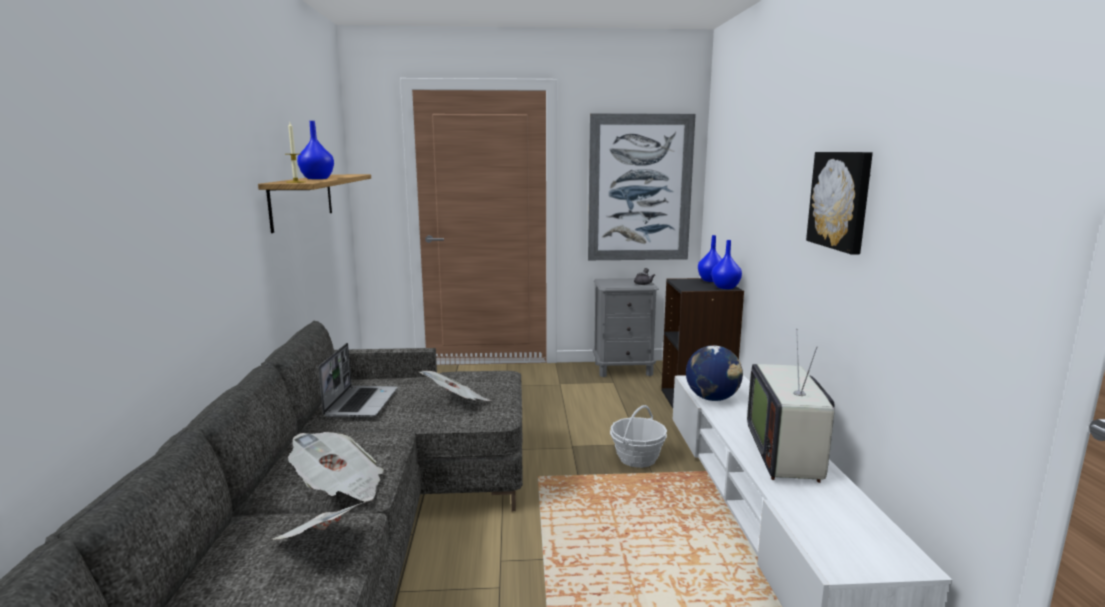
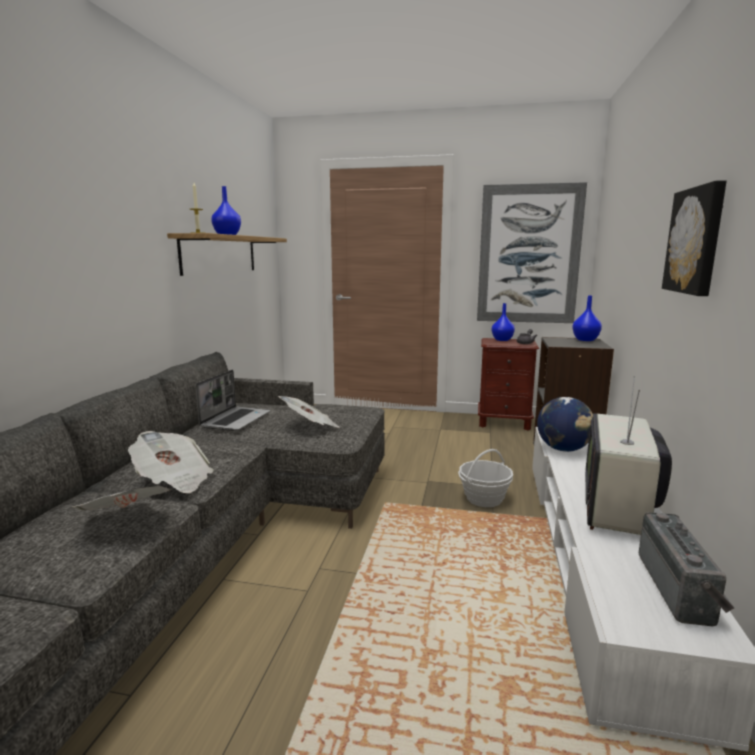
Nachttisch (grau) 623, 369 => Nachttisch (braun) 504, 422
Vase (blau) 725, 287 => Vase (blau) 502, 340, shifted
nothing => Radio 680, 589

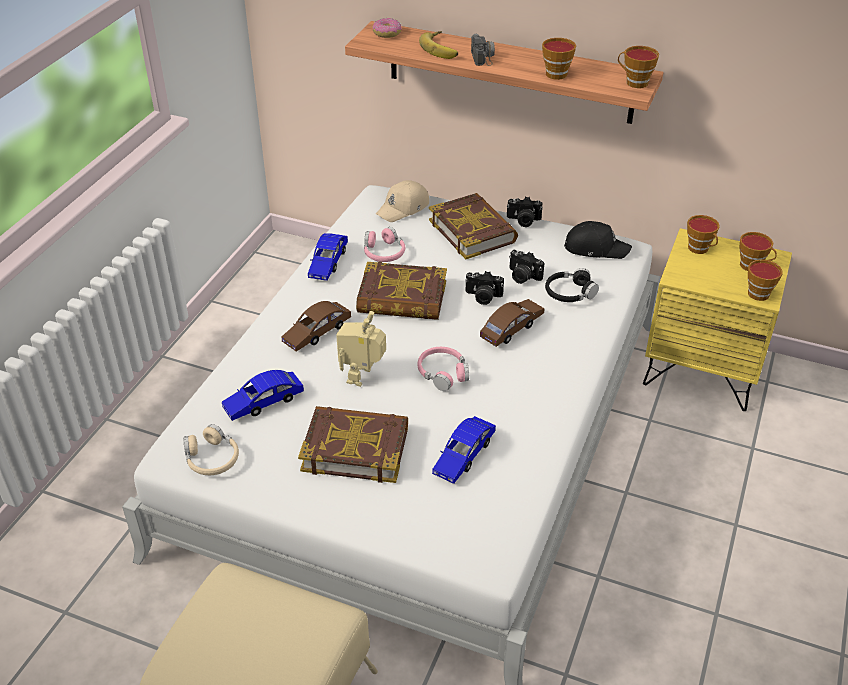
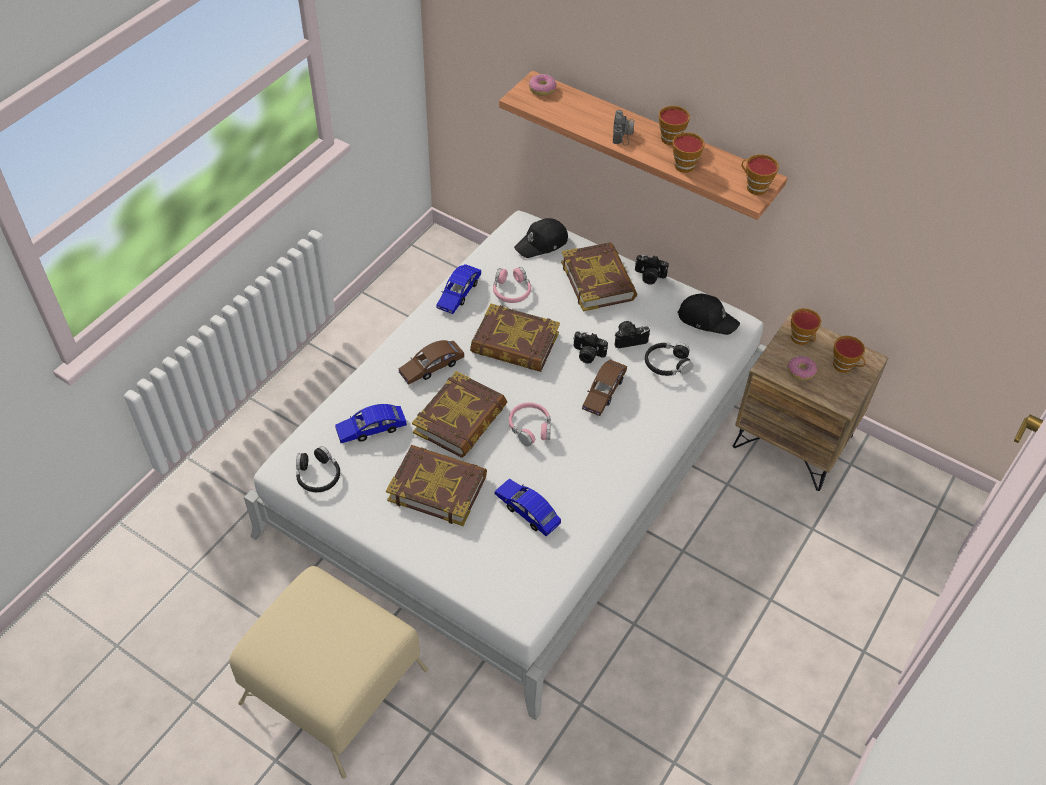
Kopfhörer (beige) 211, 458 => Kopfhörer (schwarz) 318, 475
Spielzeugroboter 363, 377 => Buch 460, 419
Kappe (beige) 403, 208 => Kappe (schwarz) 542, 243
Banane 442, 48 => nothing
Spielzeugauto (blau) 464, 456 => Spielzeugauto (blau) 527, 511, 90 degrees clockwise
Spielzeugauto (braun) 512, 328 => Spielzeugauto (braun) 604, 392, 150 degrees clockwise
Kamera 522, 276 => Kamera 629, 339, 120 degrees clockwise
Nachttisch (gelb) 702, 369 => Nachttisch (braun) 793, 441
Tasse 757, 292 => Tasse 670, 137, shifted
nothing => Donut 801, 371

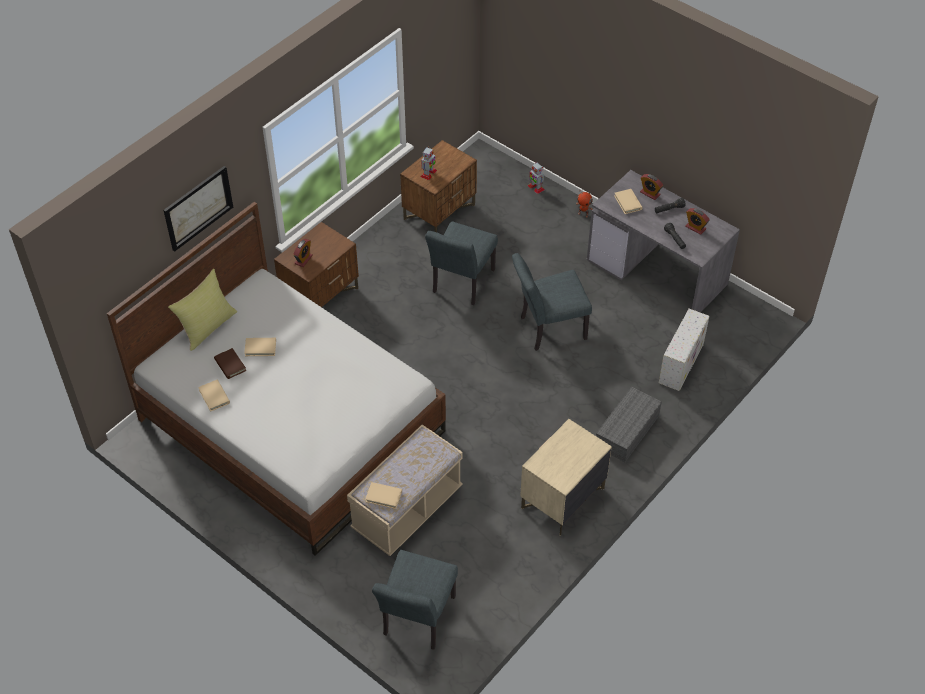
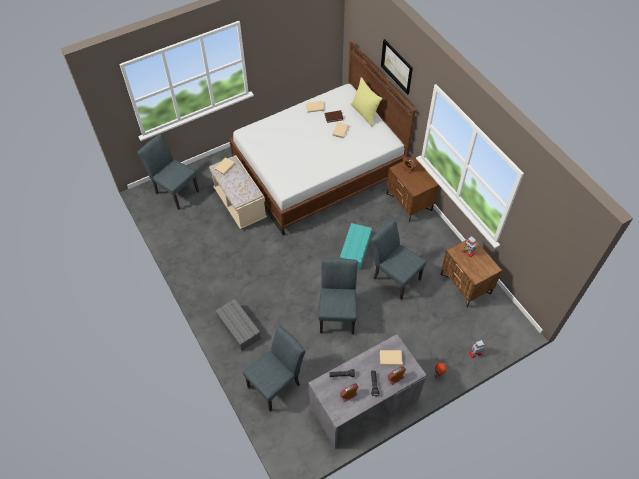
Nachttisch (beige) 562, 498 => nothing
Aufbewahrungsbox (weiß) 681, 362 => Stuhl (grau) 277, 383
nothing => Aufbewahrungsbox (türkis) 355, 250

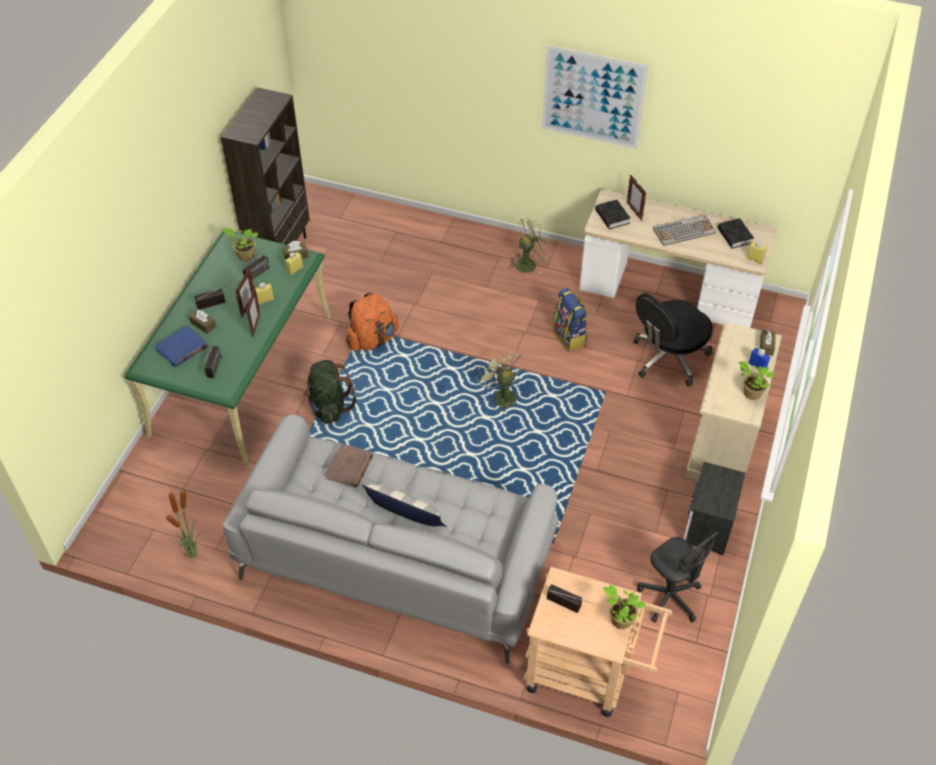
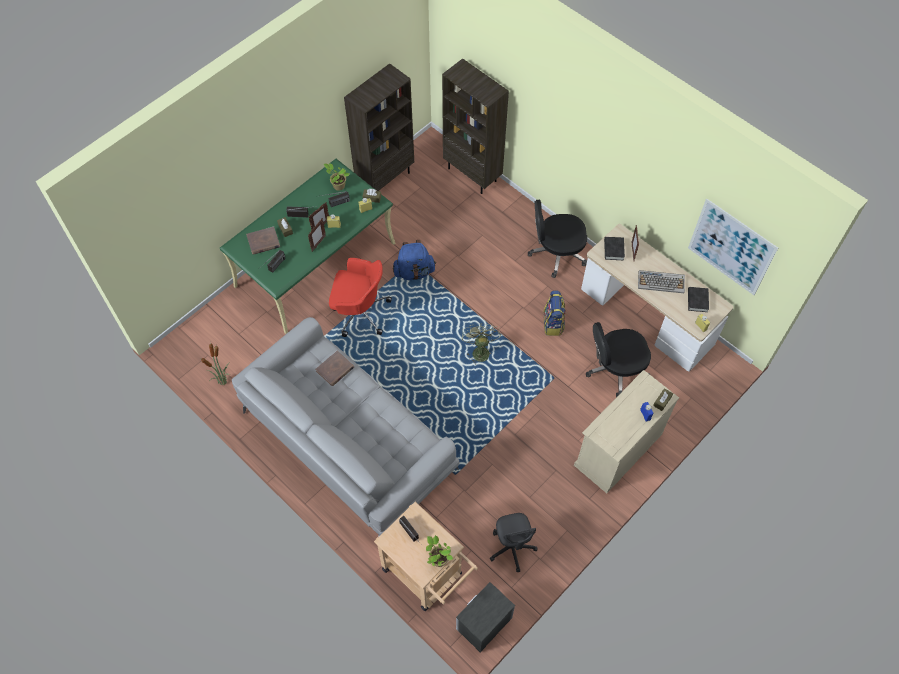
Buch (blau) 182, 348 => Buch (braun) 263, 242
Rucksack (grün) 329, 406 => Bürostuhl (rot) 359, 312
Rucksack (orange) 372, 339 => Rucksack (blau) 414, 272
Kissen 405, 515 => nothing
Ventilator (grün) 529, 263 => Bürostuhl (schwarz) 556, 253
Bild 593, 97 => Bild 731, 247, shifted
Nachttisch 708, 526 => Nachttisch 483, 624, shifted
Topfpflanze 750, 393 => nothing
nothing => Bücherregal (braun) 473, 174

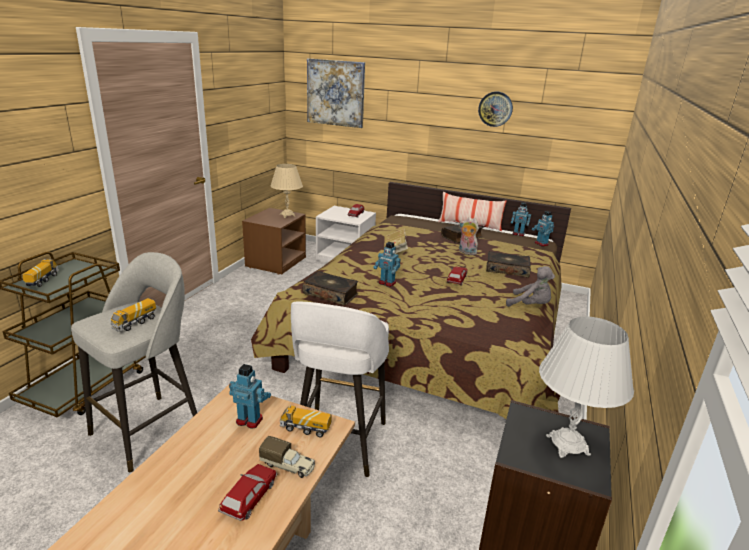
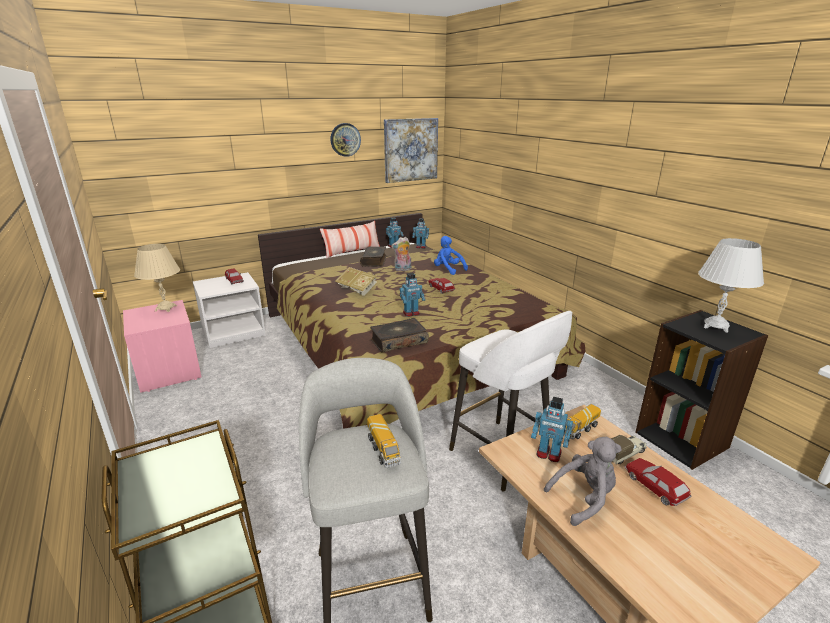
Spielzeuglaster 43, 280 => nothing
Spielzeugroboter 249, 420 => Spielzeugroboter 548, 454, 120 degrees counterclockwise
Nachttisch (braun) 276, 262 => Nachttisch (rosa) 168, 371
Bild 335, 93 => Bild 410, 150, shifted
Buch 507, 269 => Plüschtier (blau) 448, 269
Plüschtier (grau) 530, 305 => Plüschtier (grau) 584, 498, shifted

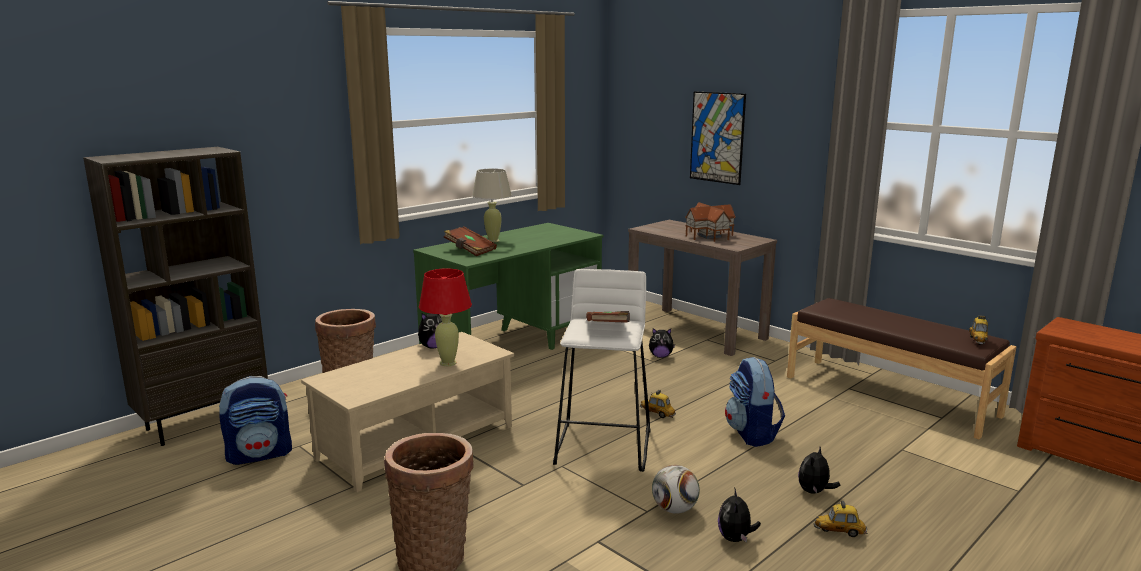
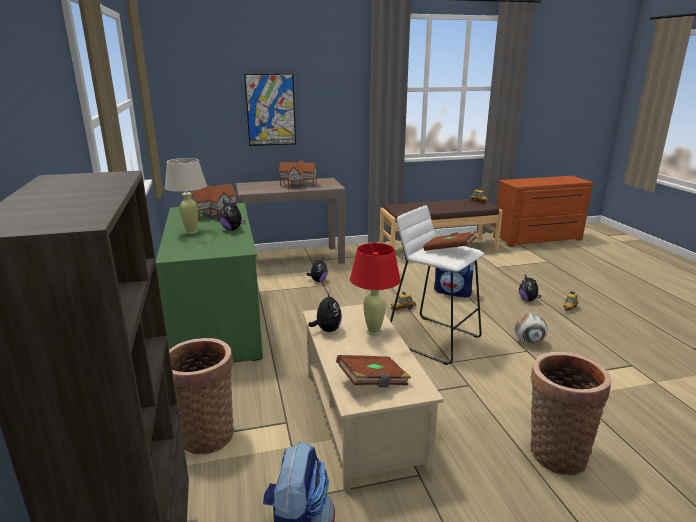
Buch (braun) 469, 250 => Buch (braun) 373, 382, shifted
Plüschtier 735, 538 => Plüschtier 233, 229, shifted
nothing => Spielzeughaus 213, 214

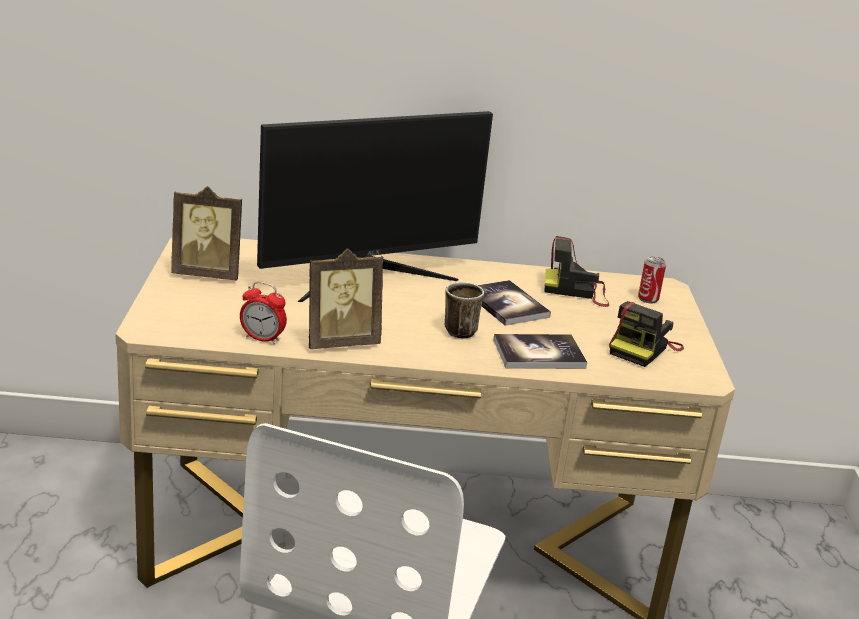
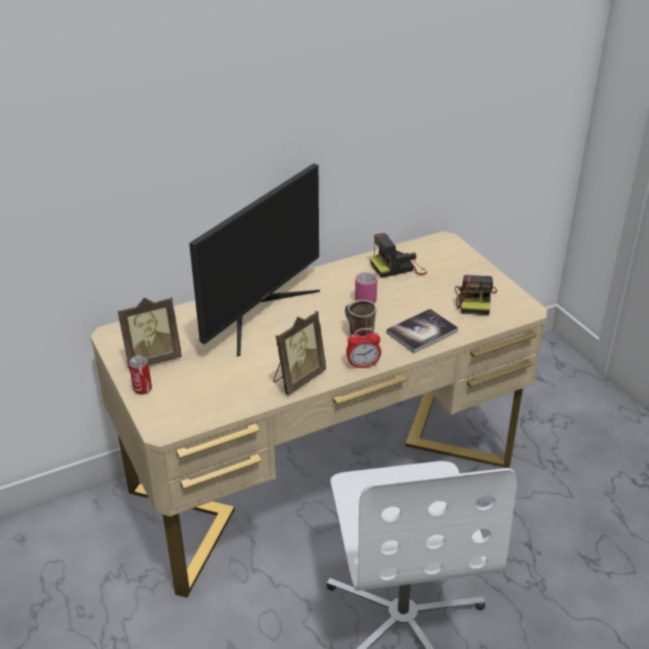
Wecker 262, 339 => Wecker 363, 365, shifted
Buch 507, 305 => Henkelbecher (rosa) 368, 299
Dose 648, 299 => Dose 142, 389, shifted

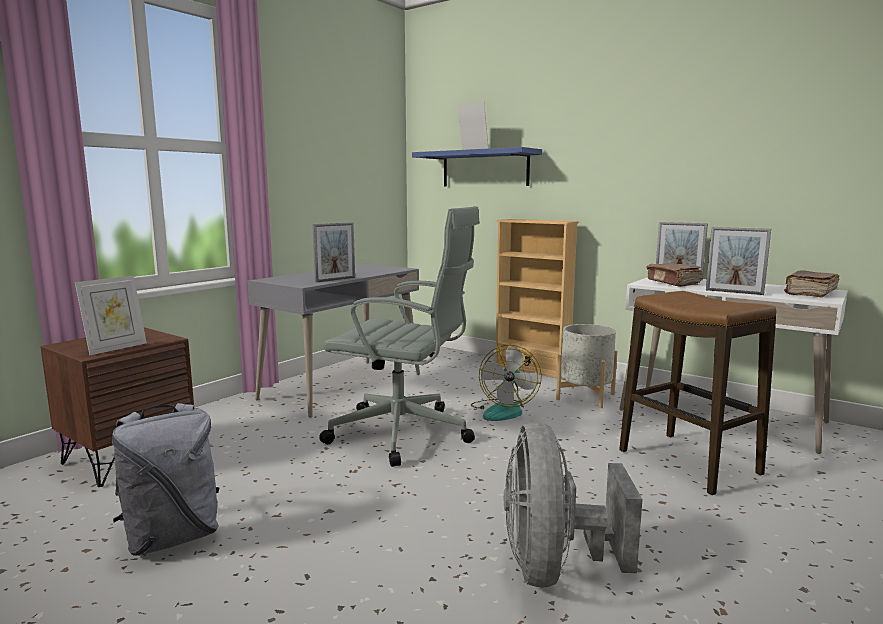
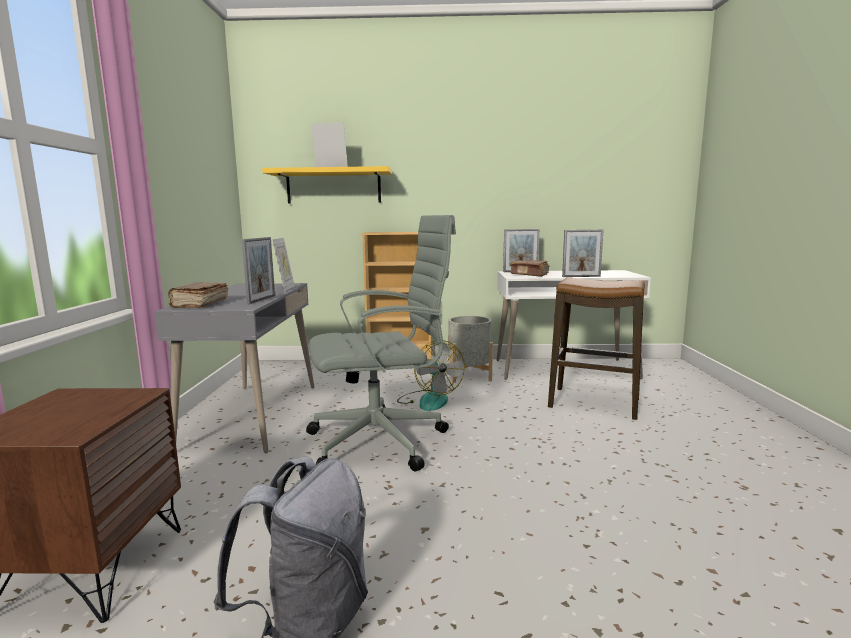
Bilderrahmen 116, 348 => Bilderrahmen 285, 288, shifted
Wandregal (blau) 485, 169 => Wandregal (gelb) 333, 186
Ventilator (grau) 554, 568 => nothing
Buch (braun) 809, 293 => Buch (braun) 199, 304, shifted

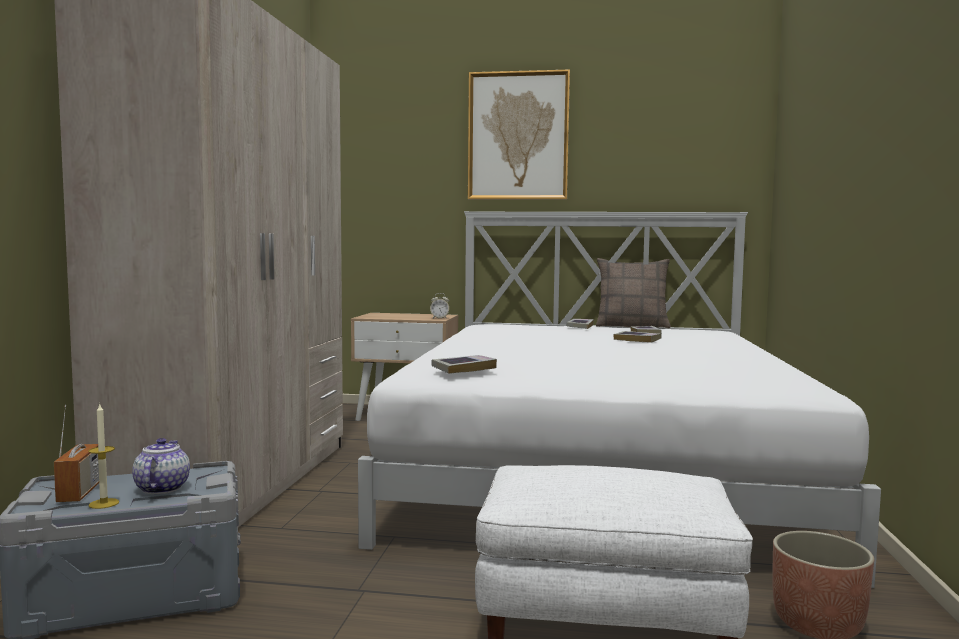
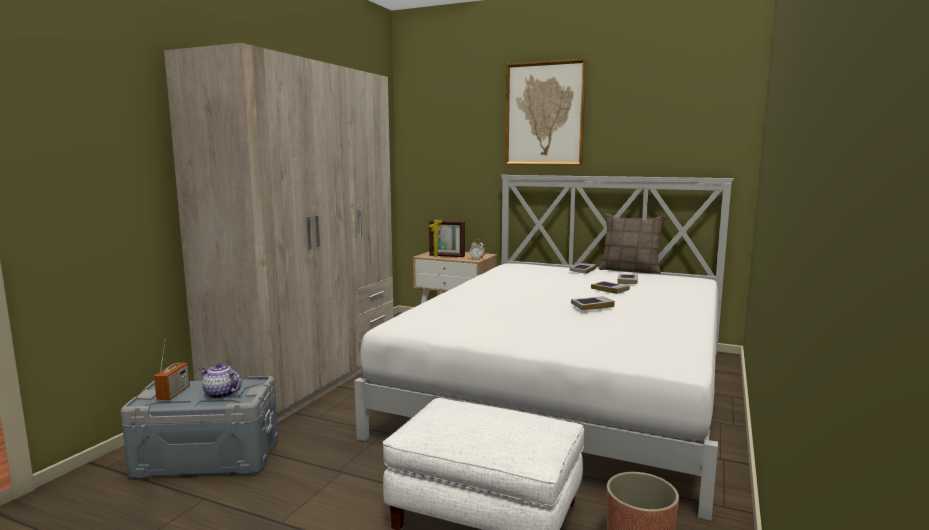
Kerze 104, 503 => nothing
Teekanne 162, 488 => Teekanne 220, 394, 75 degrees counterclockwise
Buch 464, 368 => Buch 592, 306, shifted
nothing => Bilderrahmen 446, 256

